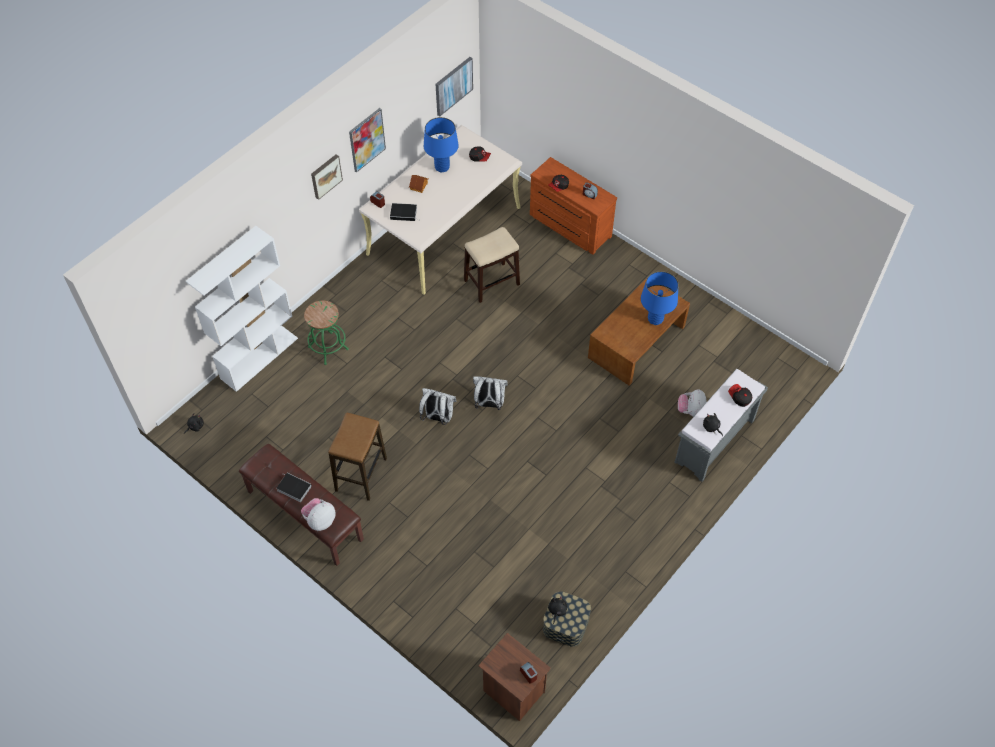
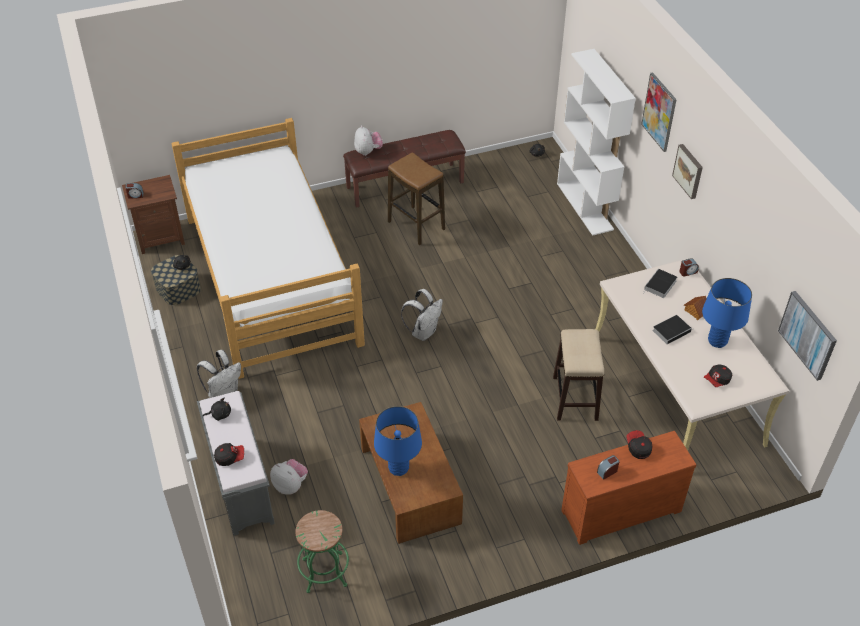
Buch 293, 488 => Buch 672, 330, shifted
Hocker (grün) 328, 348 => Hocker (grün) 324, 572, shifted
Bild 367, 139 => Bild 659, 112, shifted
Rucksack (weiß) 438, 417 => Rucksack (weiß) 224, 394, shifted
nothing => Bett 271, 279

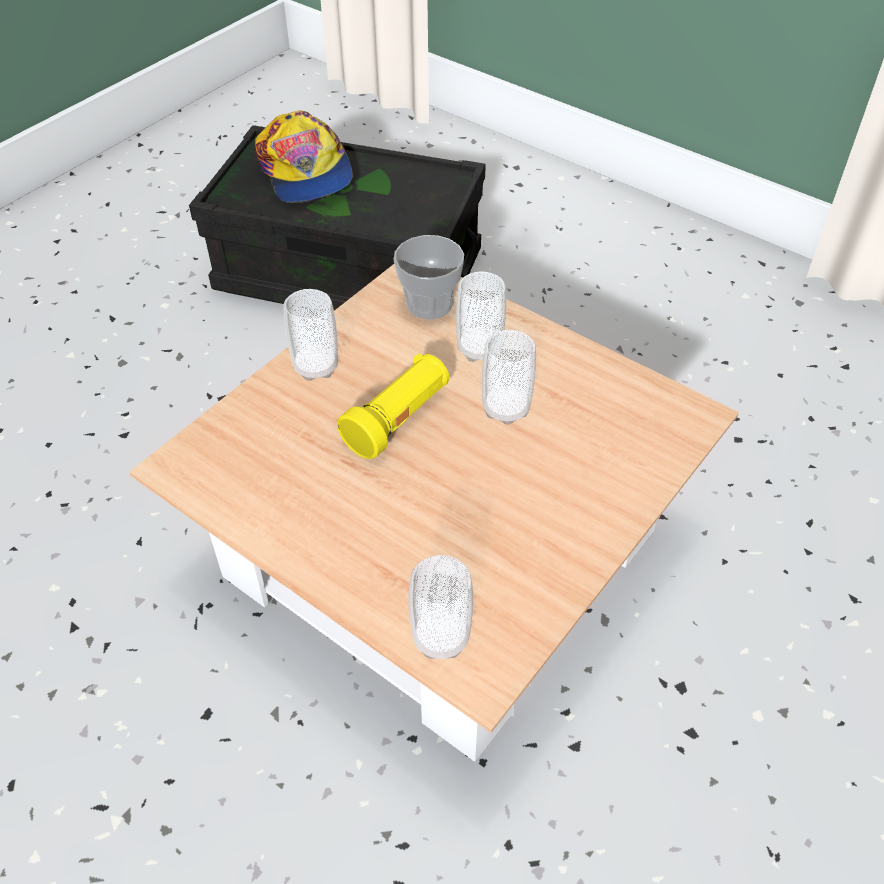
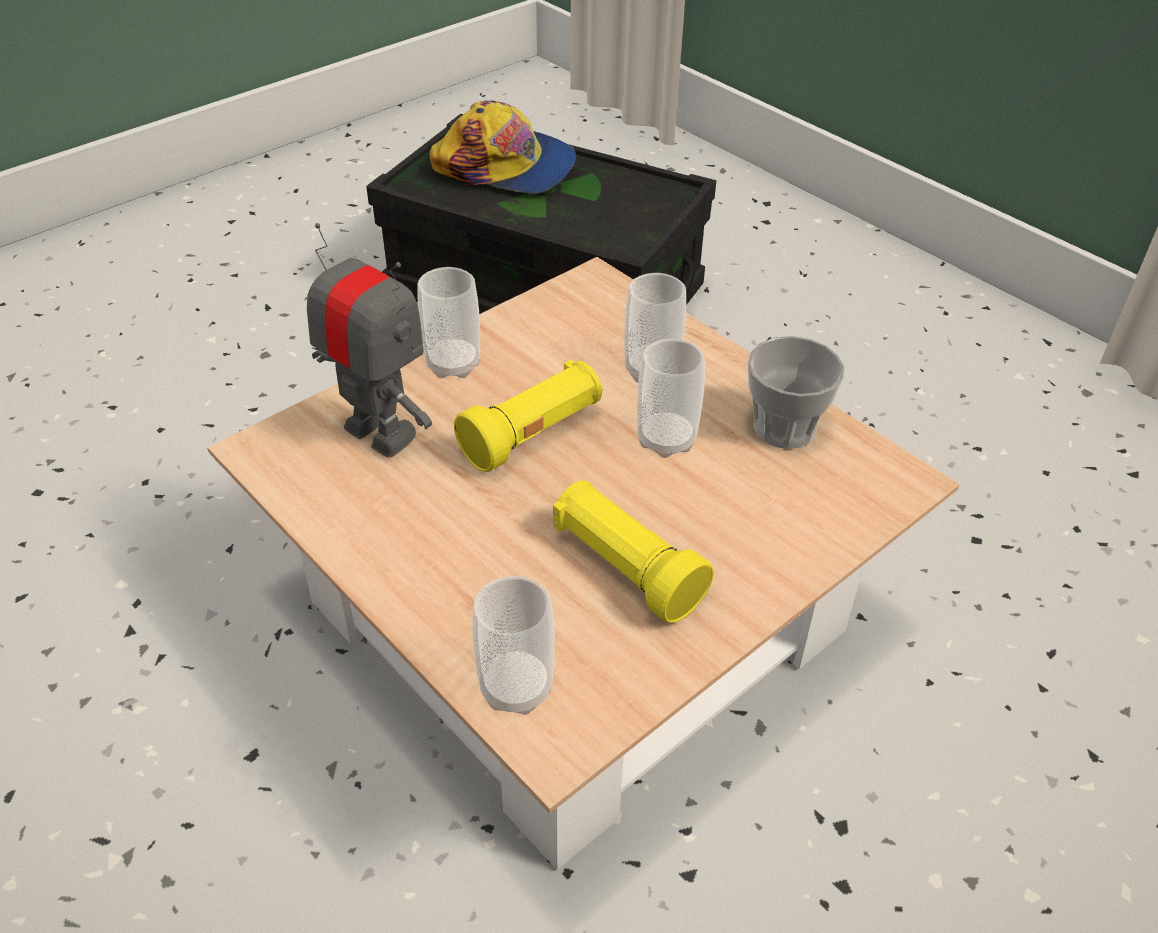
Kappe 305, 171 => Kappe 506, 166, 60 degrees counterclockwise
Tasse 429, 304 => Tasse 784, 428, shifted
nothing => Spielzeugroboter 380, 433
nothing => Taschenlampe (gelb) 625, 568

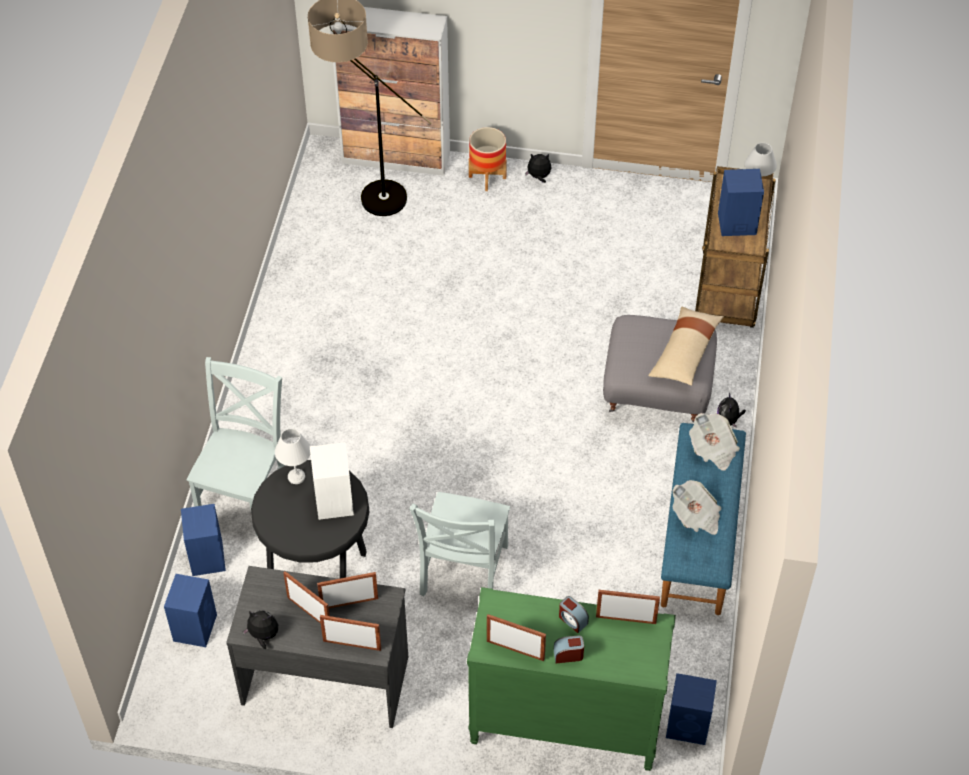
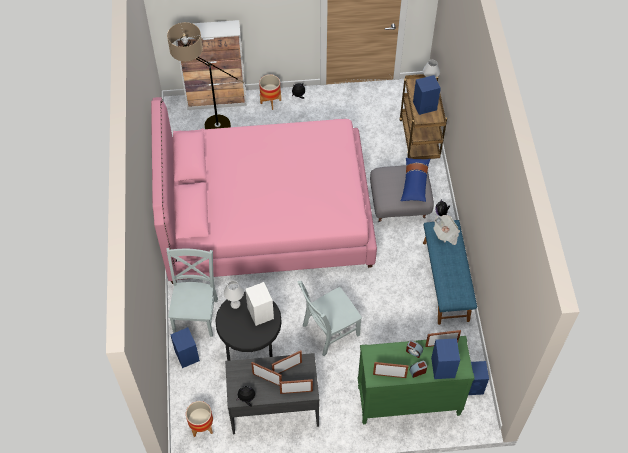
Lautsprecher (blau) 195, 627 => Lautsprecher (blau) 443, 367, shifted
Stuhl (grau) 463, 573 => Stuhl (grau) 328, 331, 60 degrees clockwise
Kissen (beige) 685, 352 => Kissen (blau) 415, 183
Zeitung 696, 516 => nothing
nothing => Bett (rosa) 267, 216
nothing => Pflanzkübel 201, 426

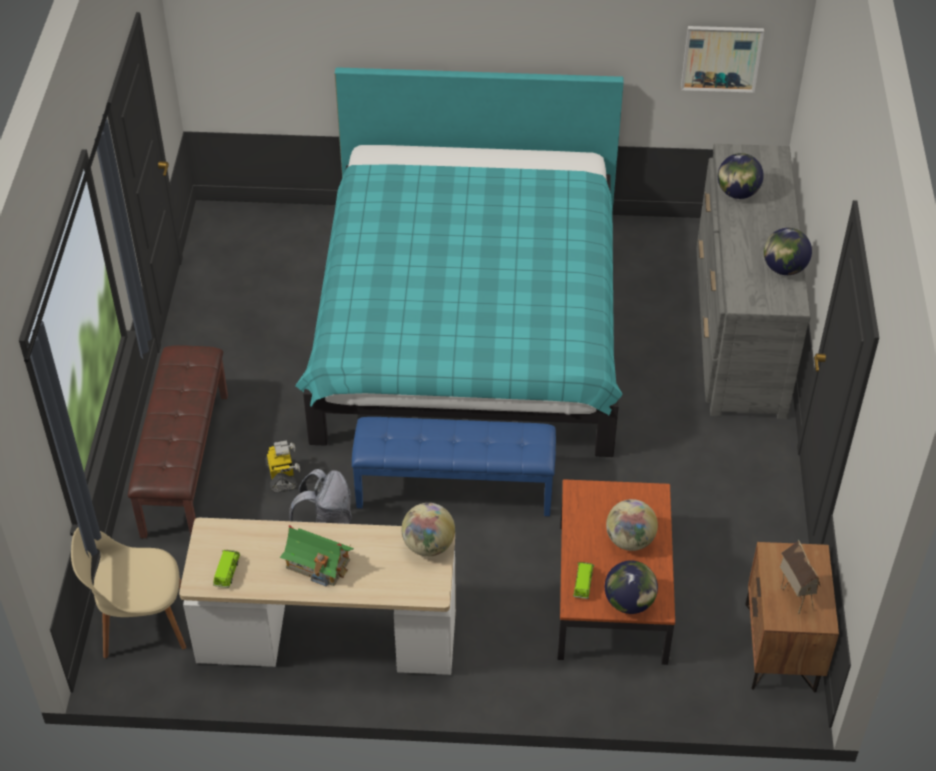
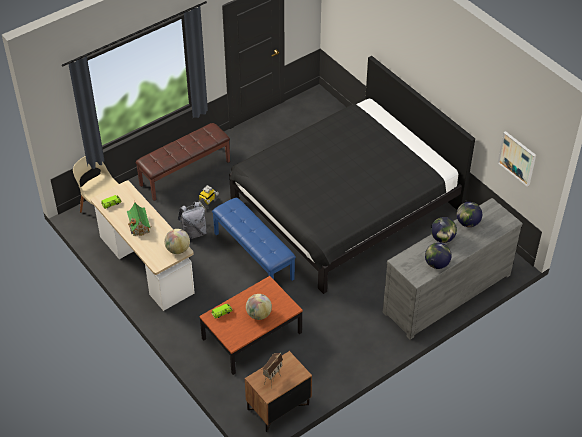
Bett (türkis) 468, 326 => Bett (schwarz) 345, 205
Globus 629, 602 => Globus 442, 238, shifted

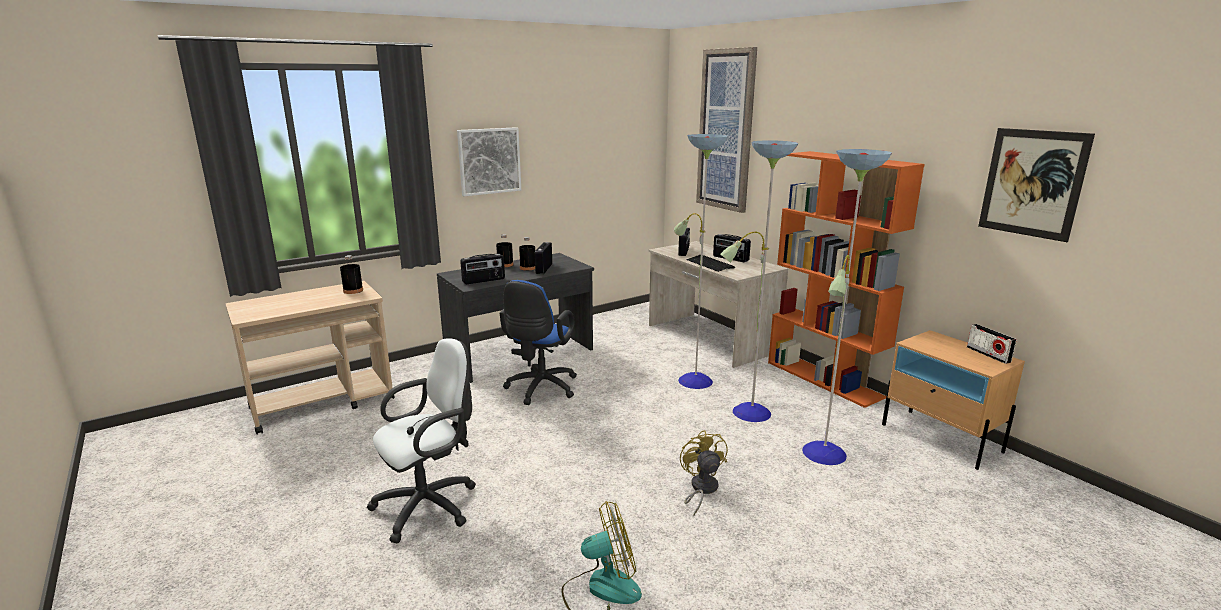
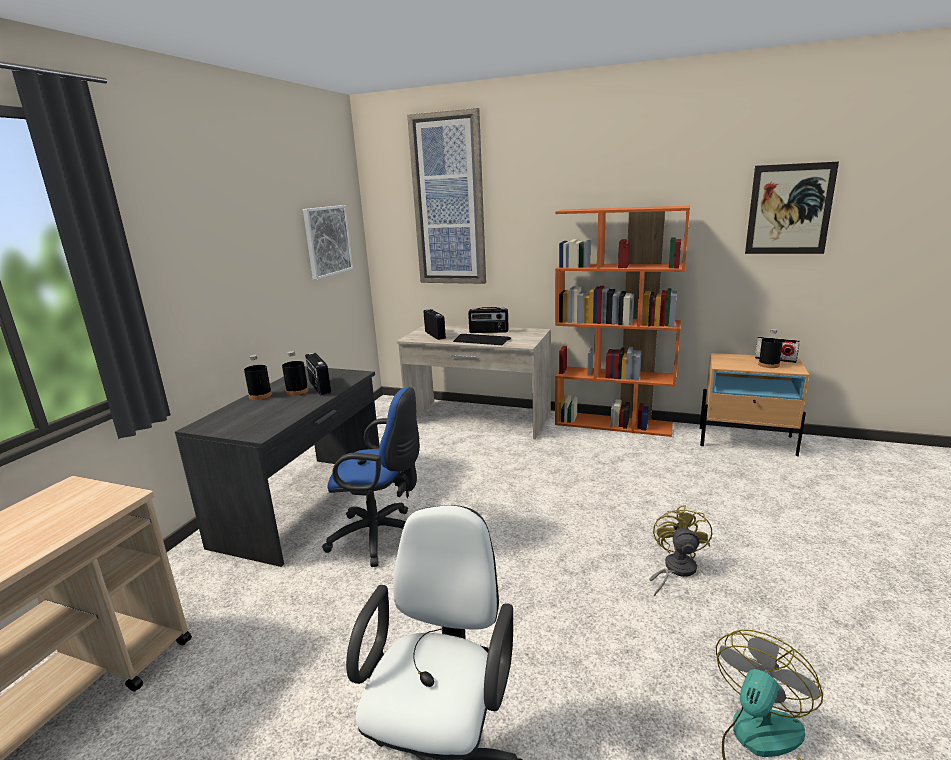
Flasche (schwarz) 353, 290 => Flasche (schwarz) 768, 365, shifted
Bild 489, 161 => Bild 327, 241, shifted
Radio 484, 280 => nothing
Bürostuhl (blau) 540, 389 => Bürostuhl (blau) 381, 537, 60 degrees counterclockwise
Stehlampe 749, 413 => nothing
Ventilator (gelb) 701, 489 => Ventilator (gelb) 675, 570, 60 degrees clockwise

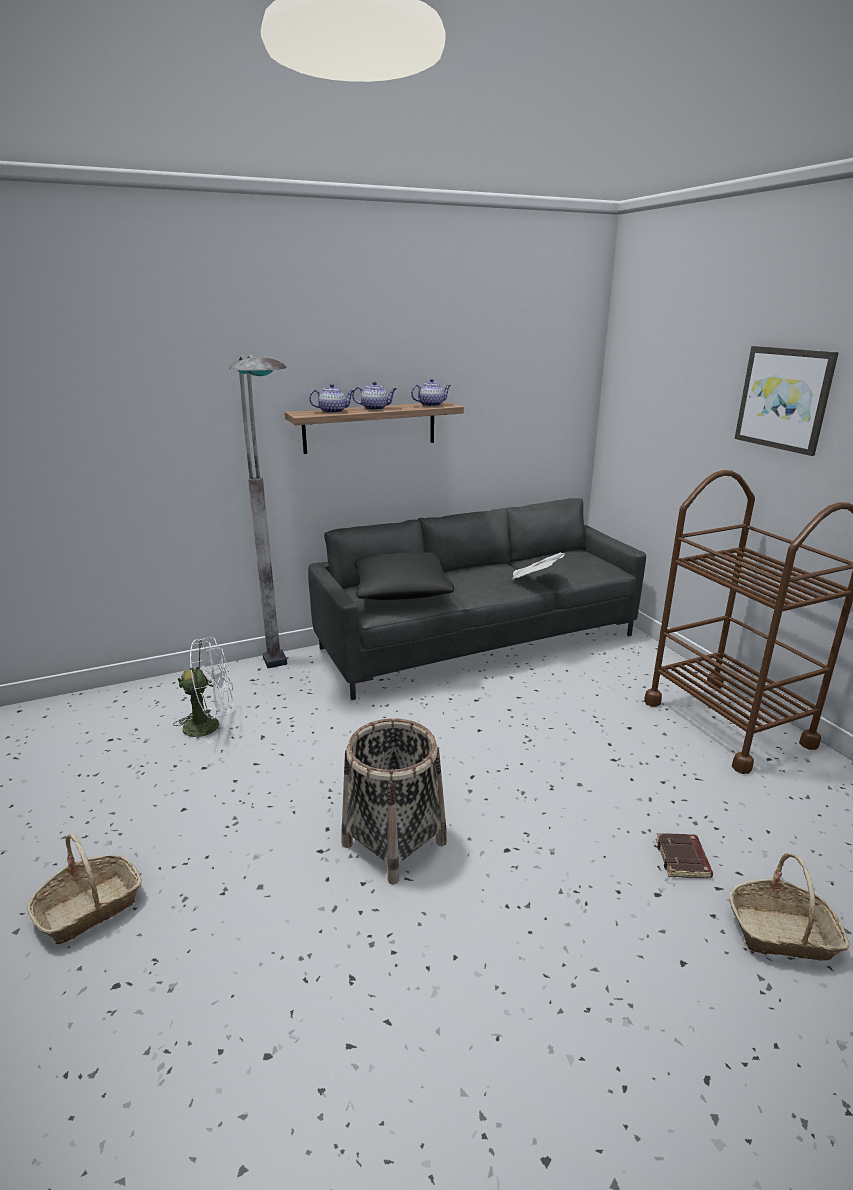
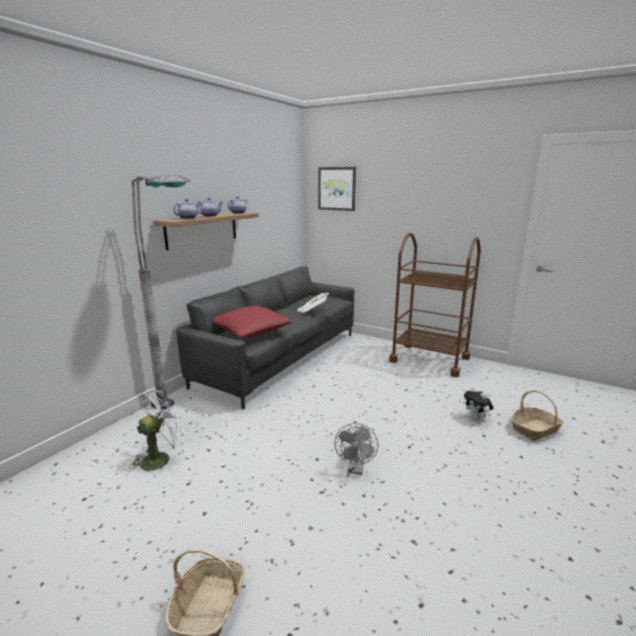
Korb 394, 843 => Ventilator (grau) 356, 469
Kissen (schwarz) 401, 591 => Kissen (rot) 250, 331
Buch (braun) 683, 860 => Plüschtier 476, 418
Bild 784, 399 => Bild 337, 188, shifted

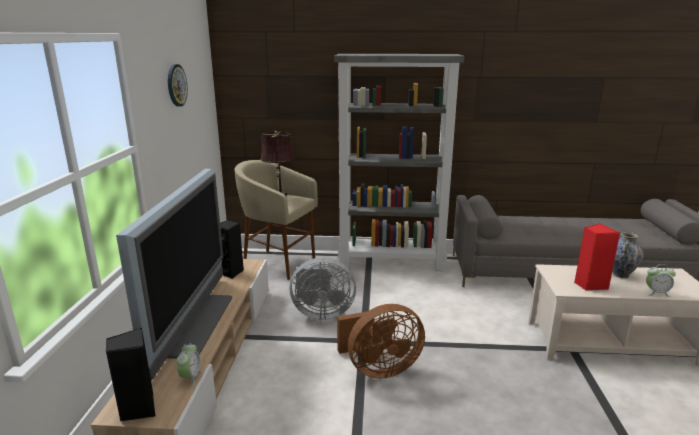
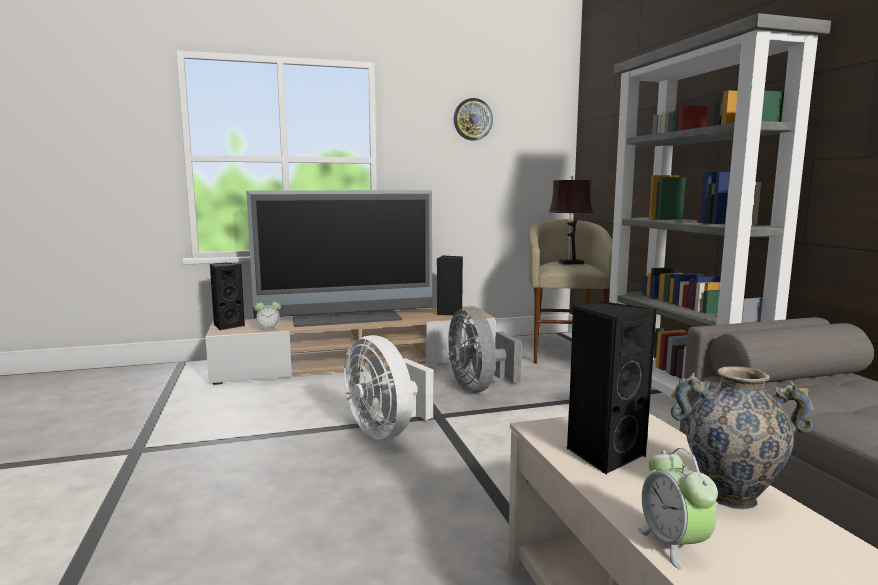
Ventilator (braun) 379, 368 => Ventilator (weiß) 386, 431
Lautsprecher (rot) 589, 285 => Lautsprecher (schwarz) 603, 454

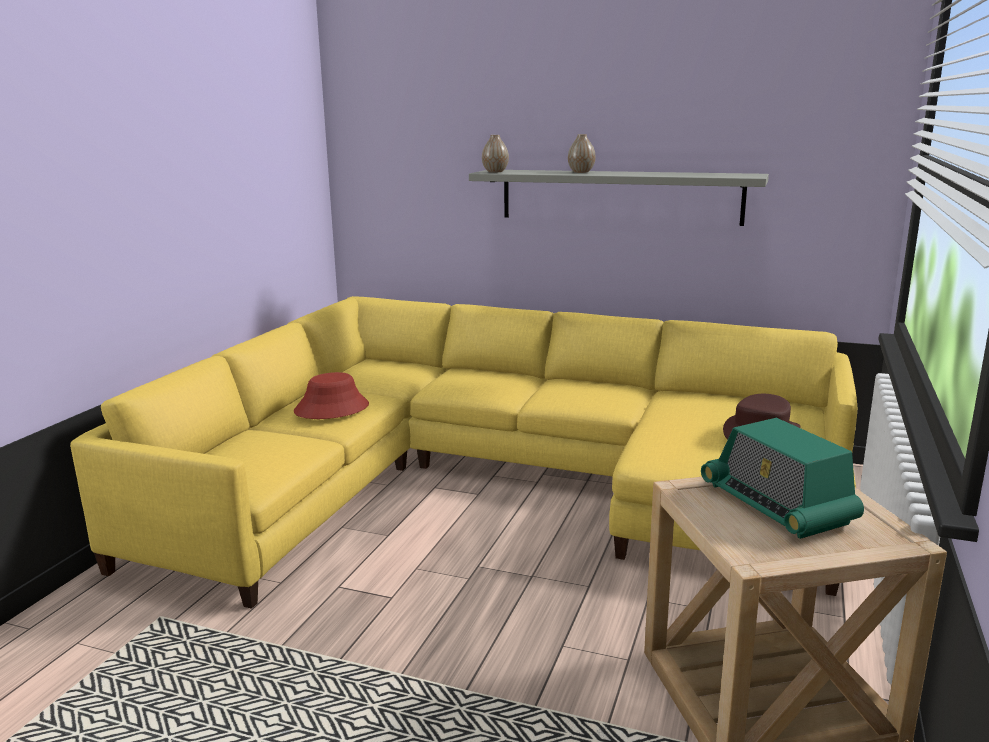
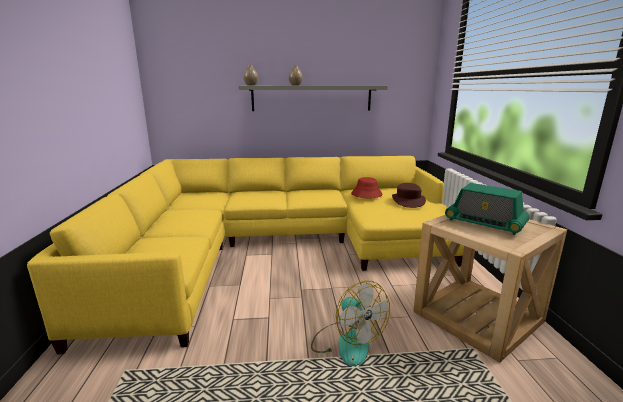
Hut (rot) 331, 408 => Hut (rot) 366, 194, shifted
nothing => Ventilator 347, 342

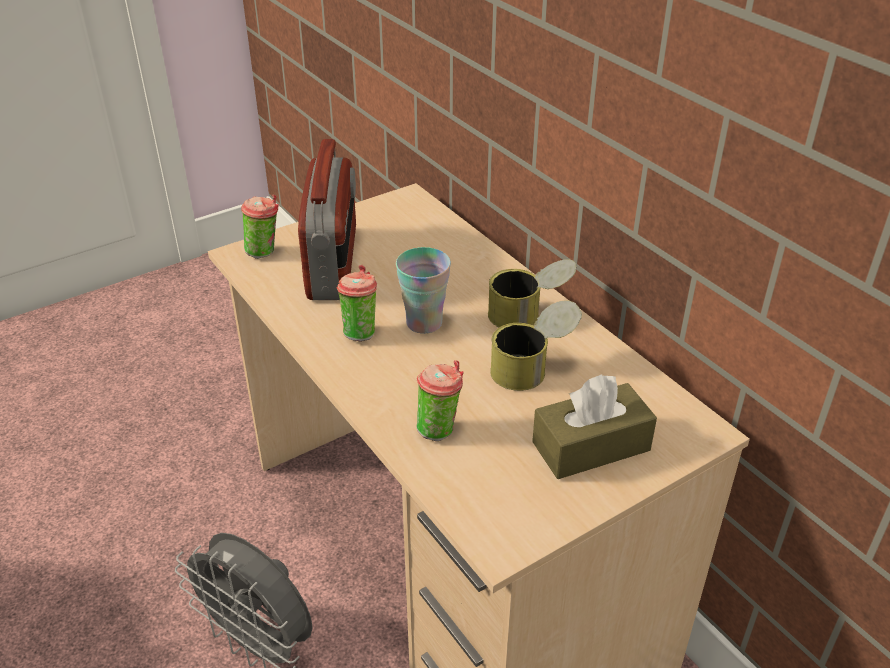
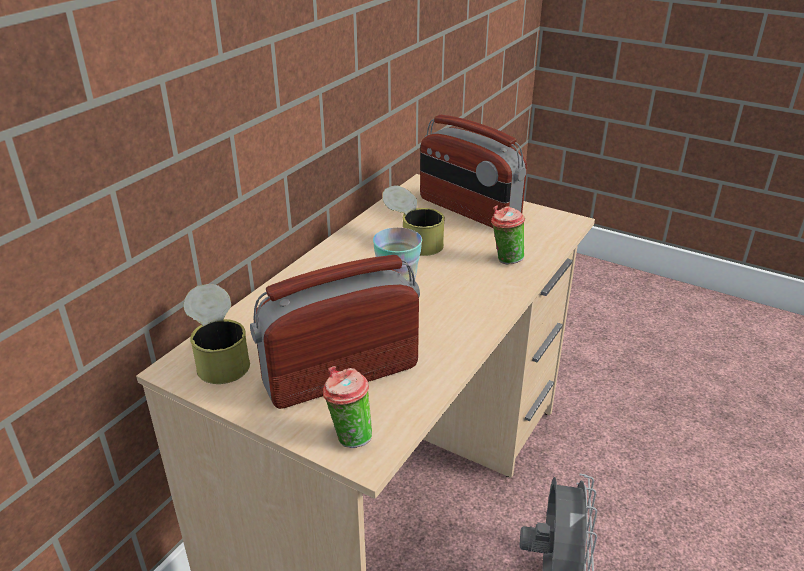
Tasse 360, 331 => nothing
Dose 529, 315 => Dose 220, 357, shifted
Taschentuchbox (braun) 591, 446 => Radio 468, 210

